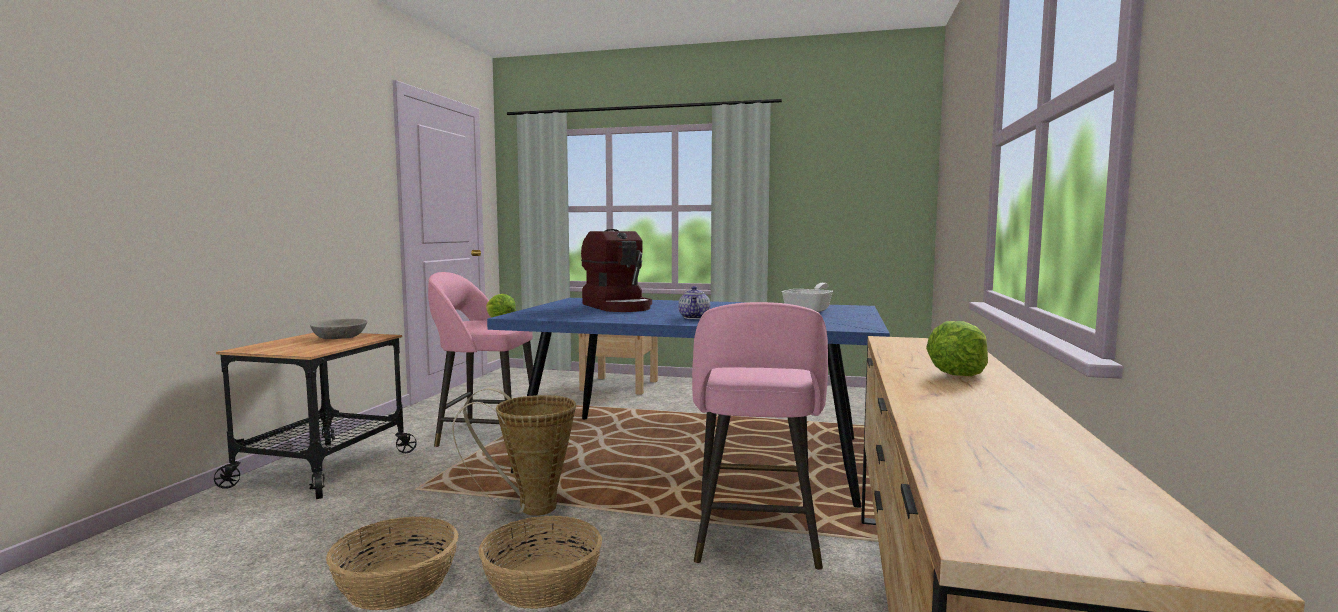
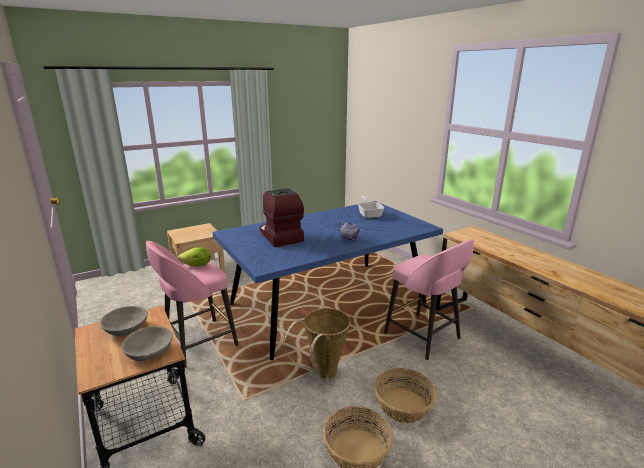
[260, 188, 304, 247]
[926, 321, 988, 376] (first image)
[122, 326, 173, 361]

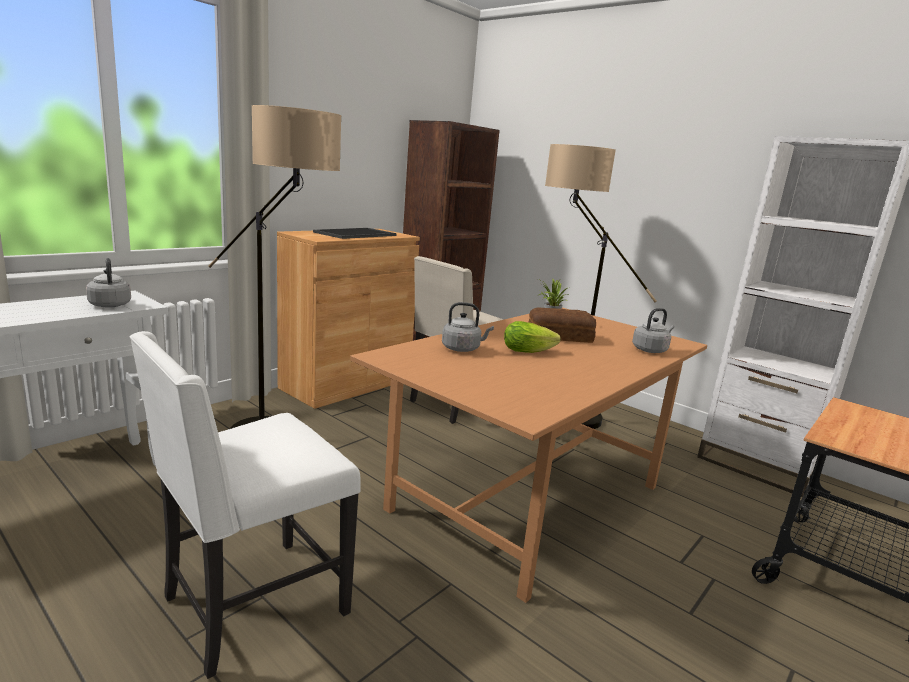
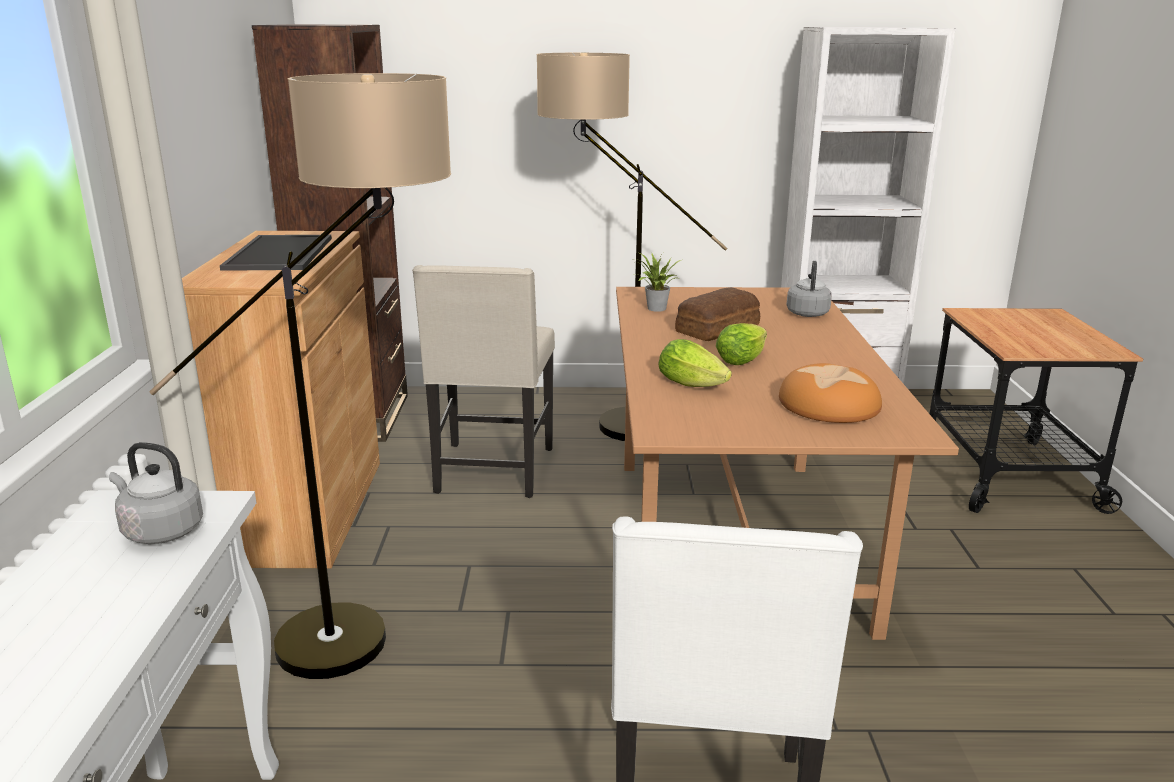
[658, 339, 732, 387]
[779, 363, 882, 423]

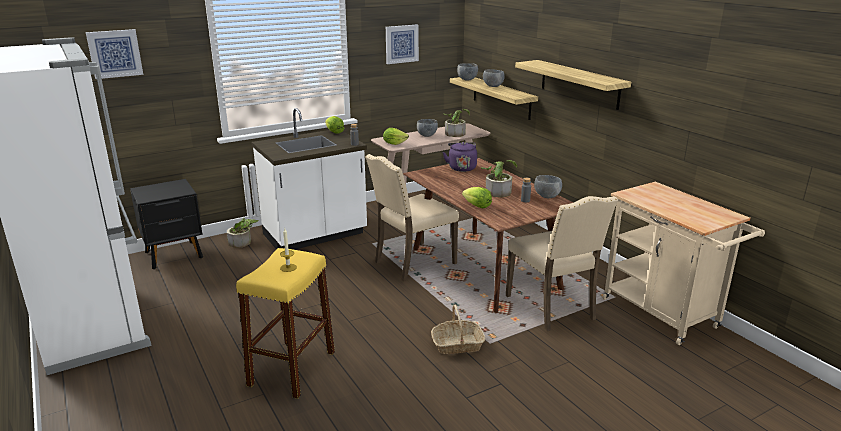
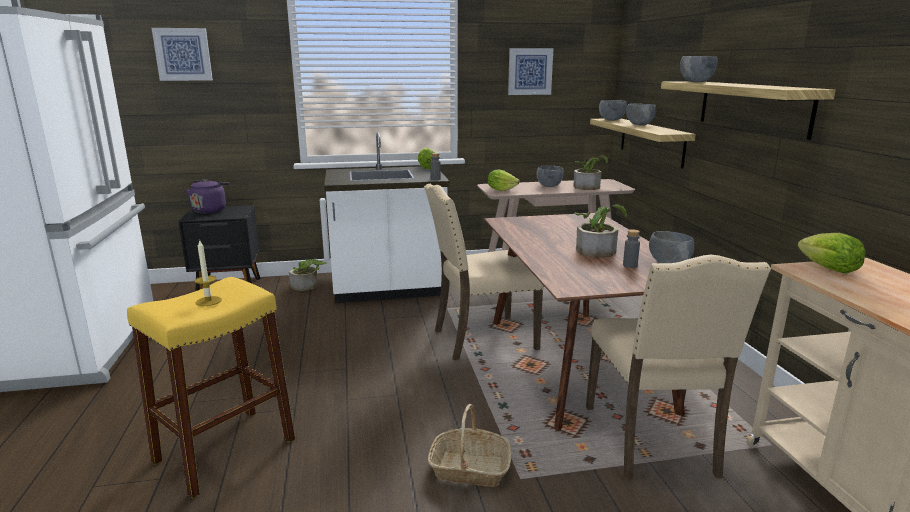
[186, 179, 230, 213]
[798, 233, 866, 273]
[680, 56, 718, 82]

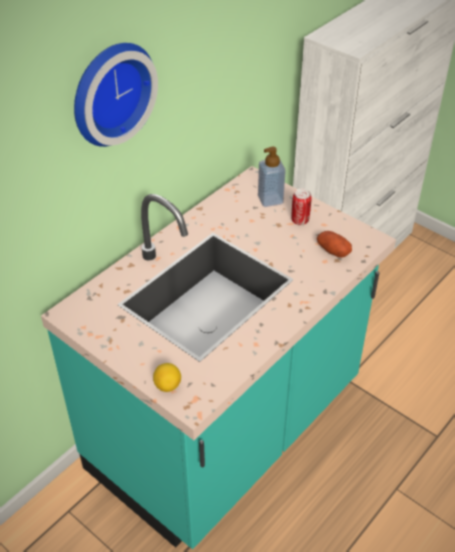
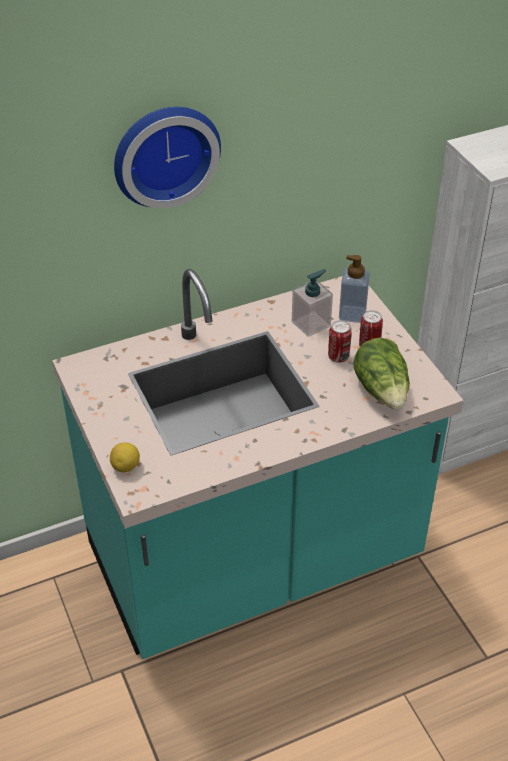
[354, 338, 410, 410]
[292, 269, 333, 337]
[328, 320, 352, 363]

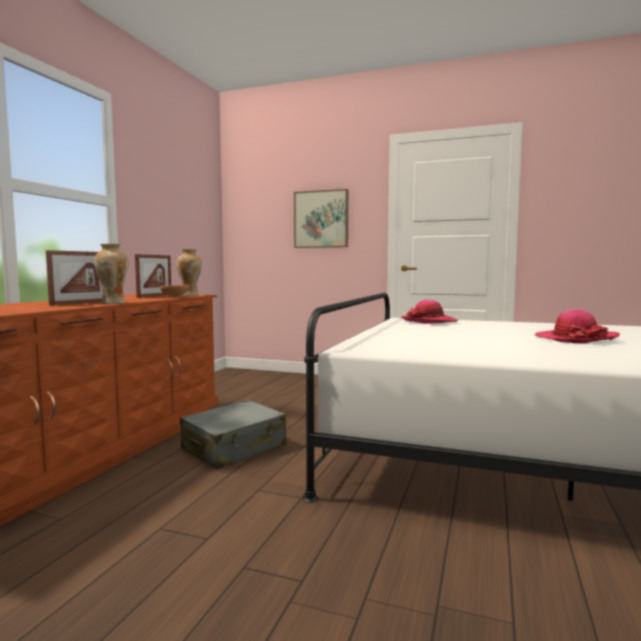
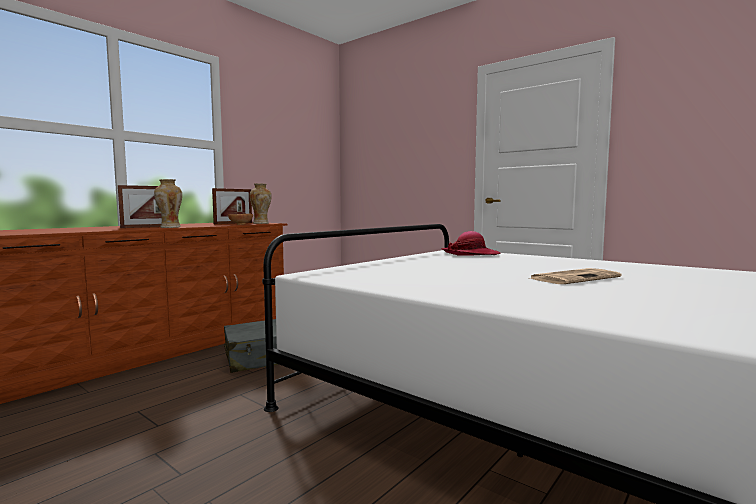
[294, 189, 348, 248] (first image)
[530, 268, 622, 284]

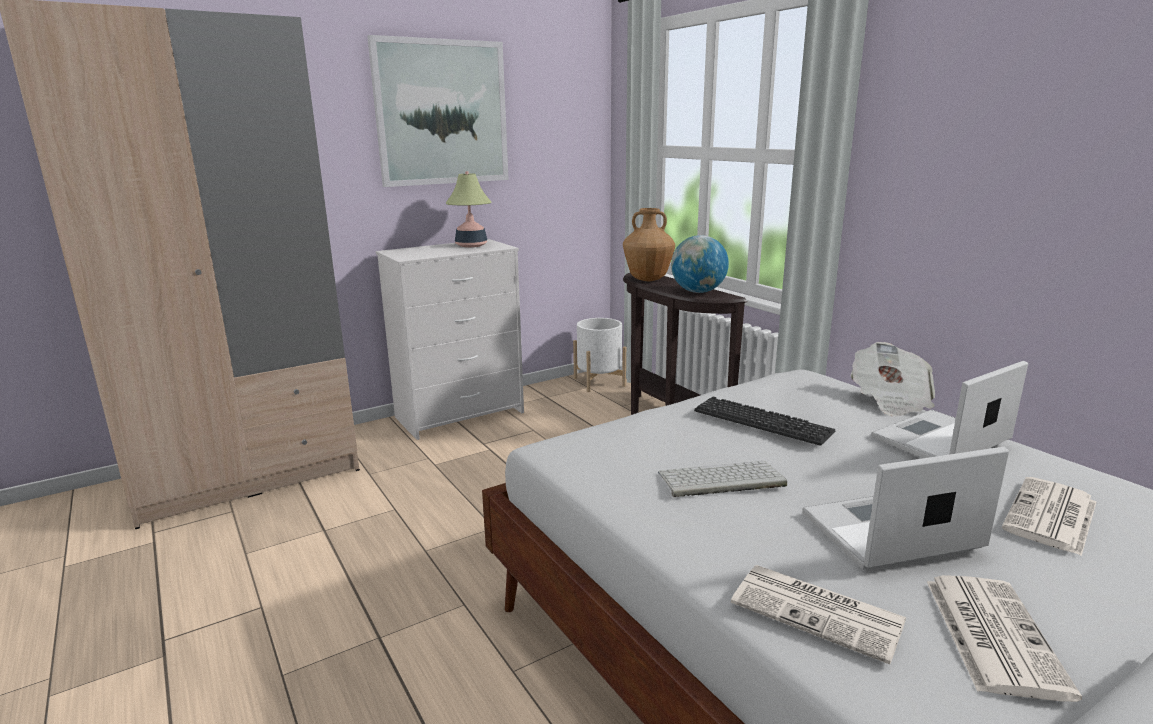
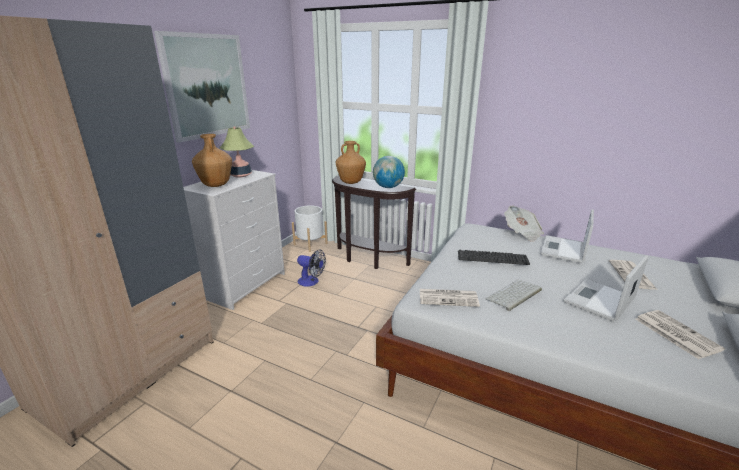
[420, 289, 480, 307]
[192, 134, 232, 187]
[297, 249, 326, 287]

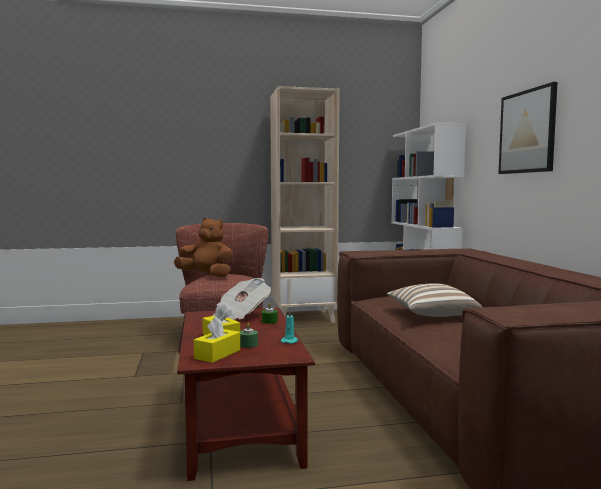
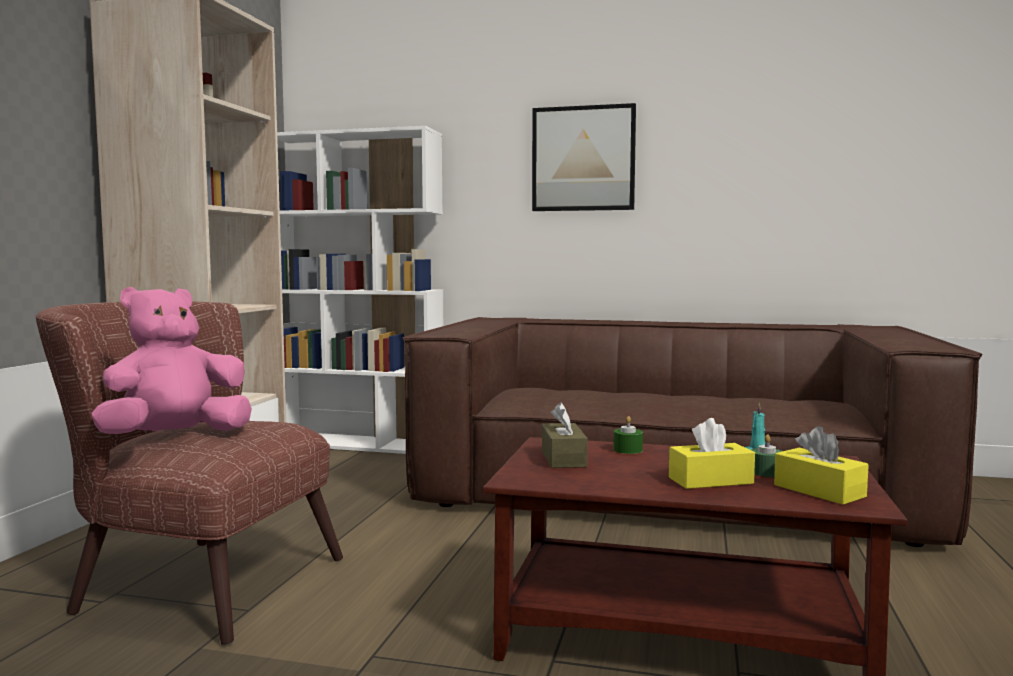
[91, 287, 252, 434]
[542, 402, 588, 468]
[387, 283, 483, 317] (first image)

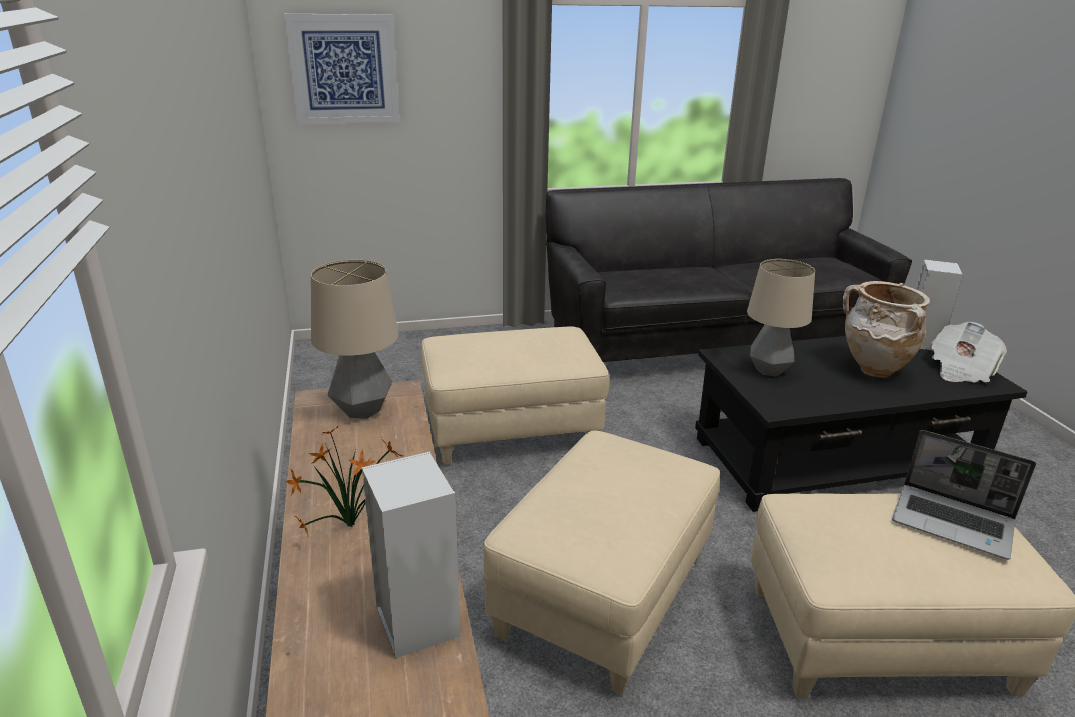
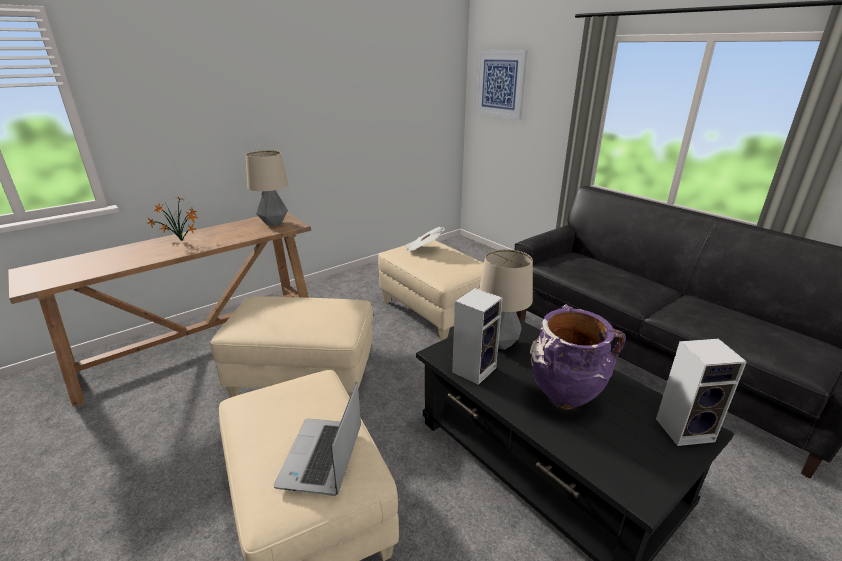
[452, 288, 503, 385]
[530, 304, 626, 409]
[405, 227, 445, 252]

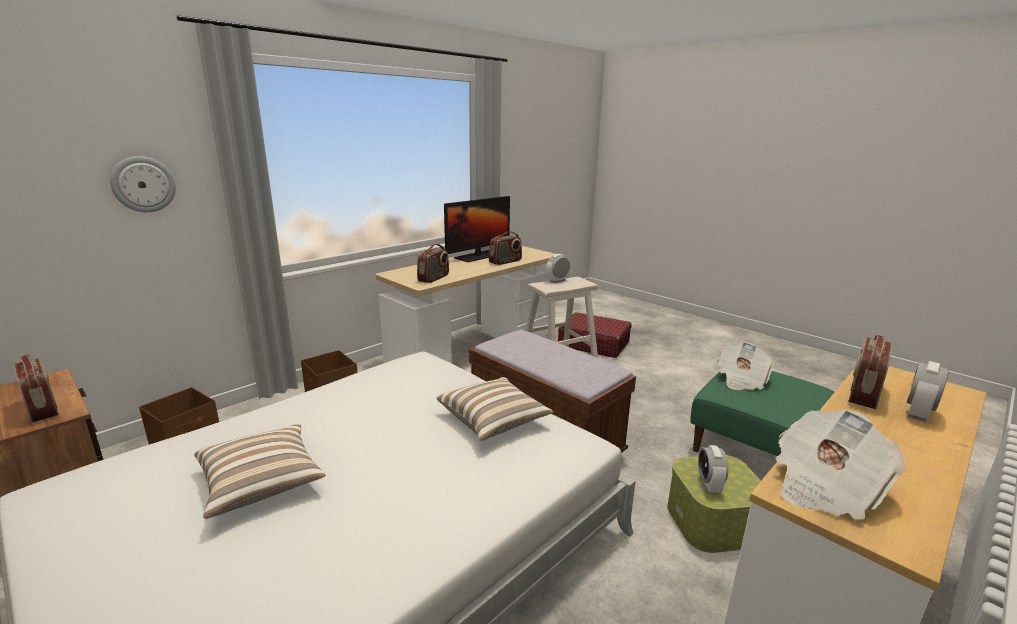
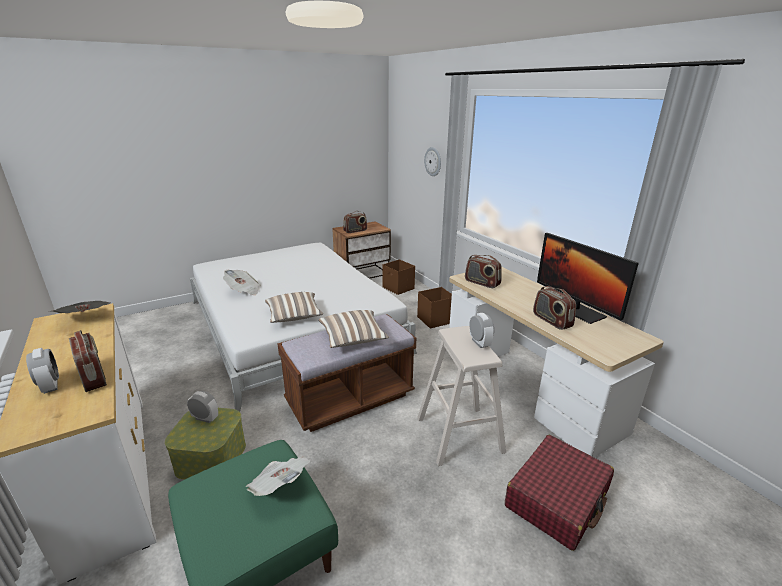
[319, 310, 389, 348]
[223, 270, 261, 295]

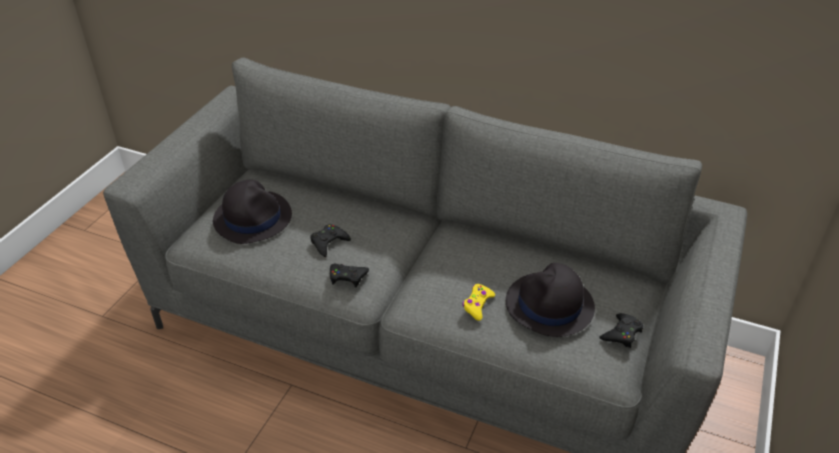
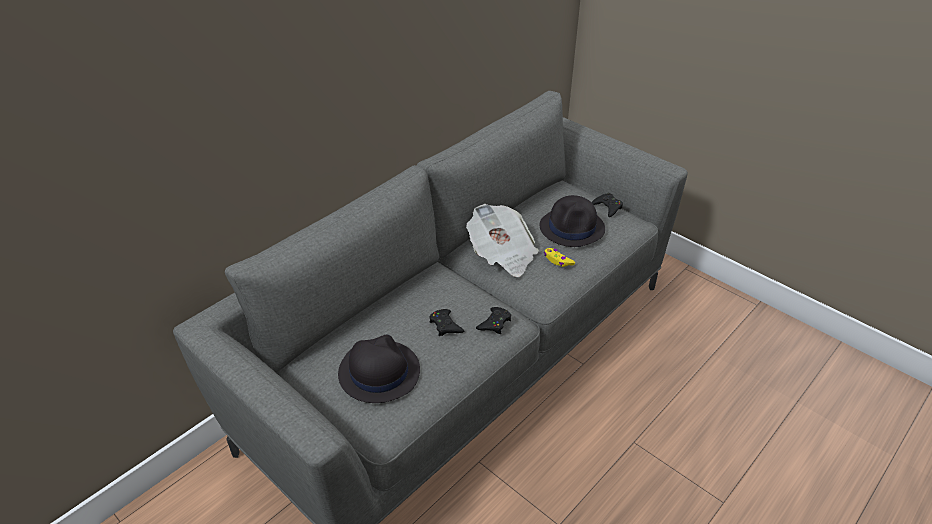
[466, 204, 539, 277]

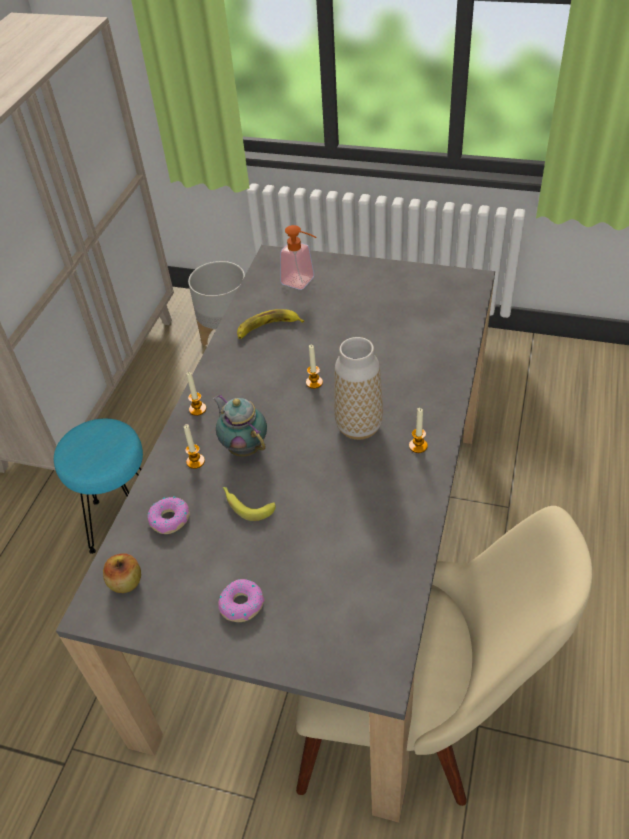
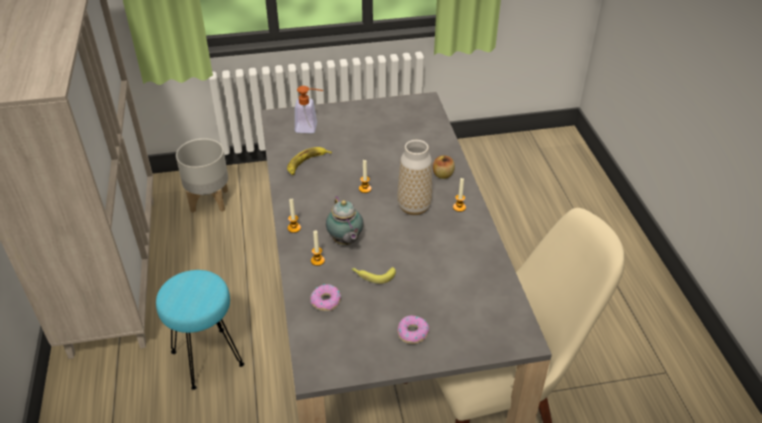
[433, 155, 455, 179]
[326, 196, 363, 245]

